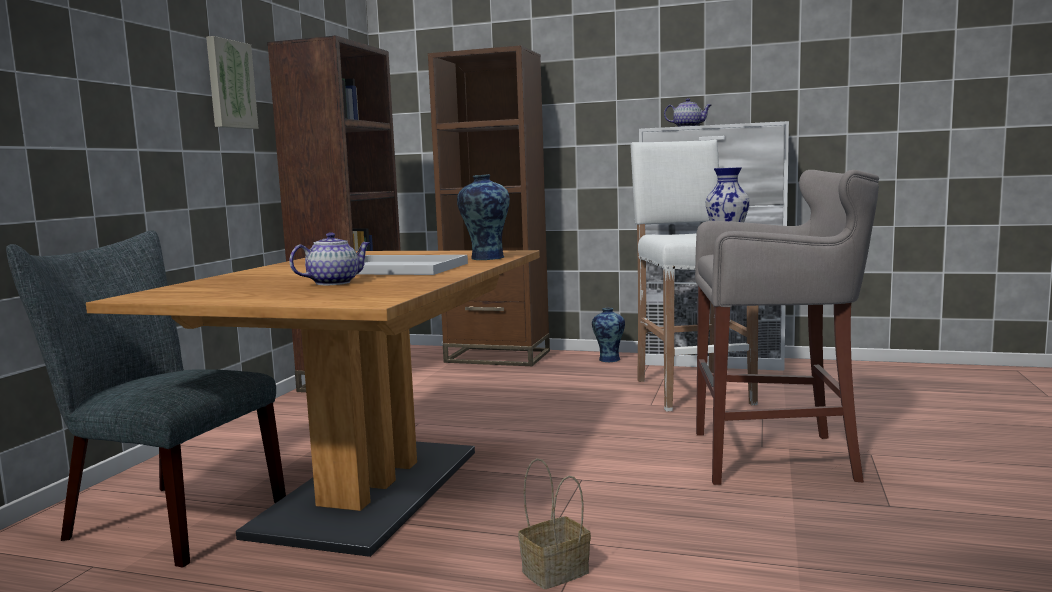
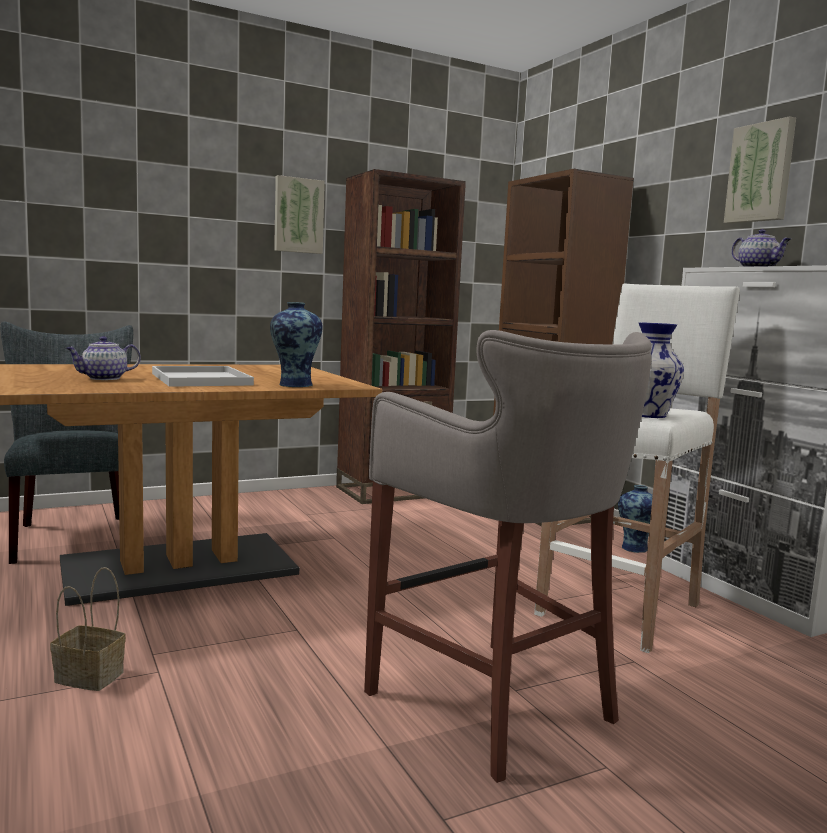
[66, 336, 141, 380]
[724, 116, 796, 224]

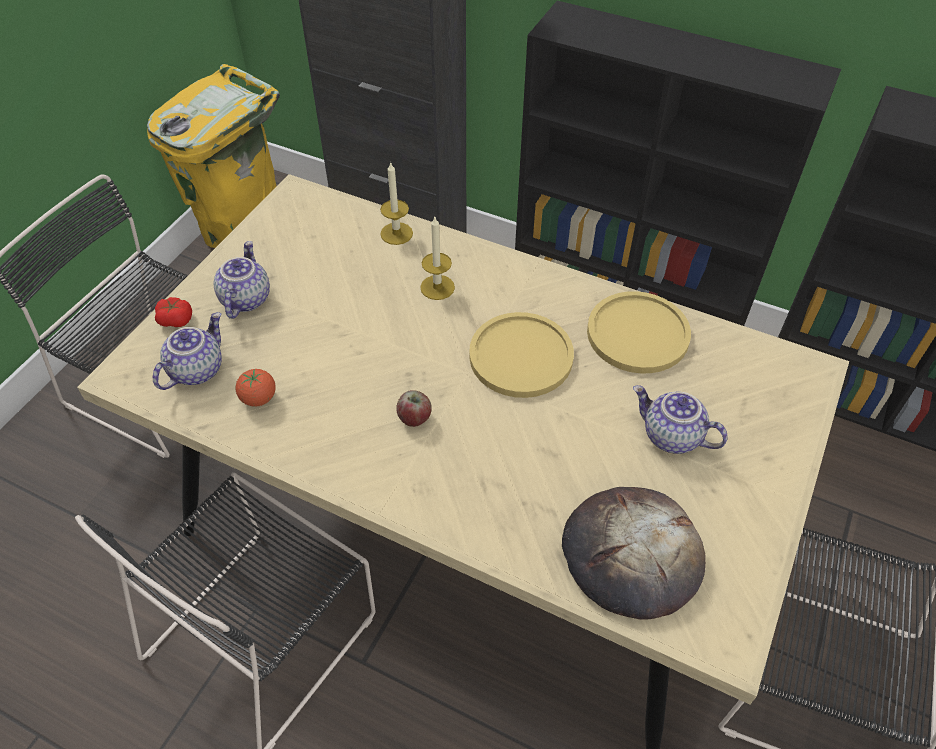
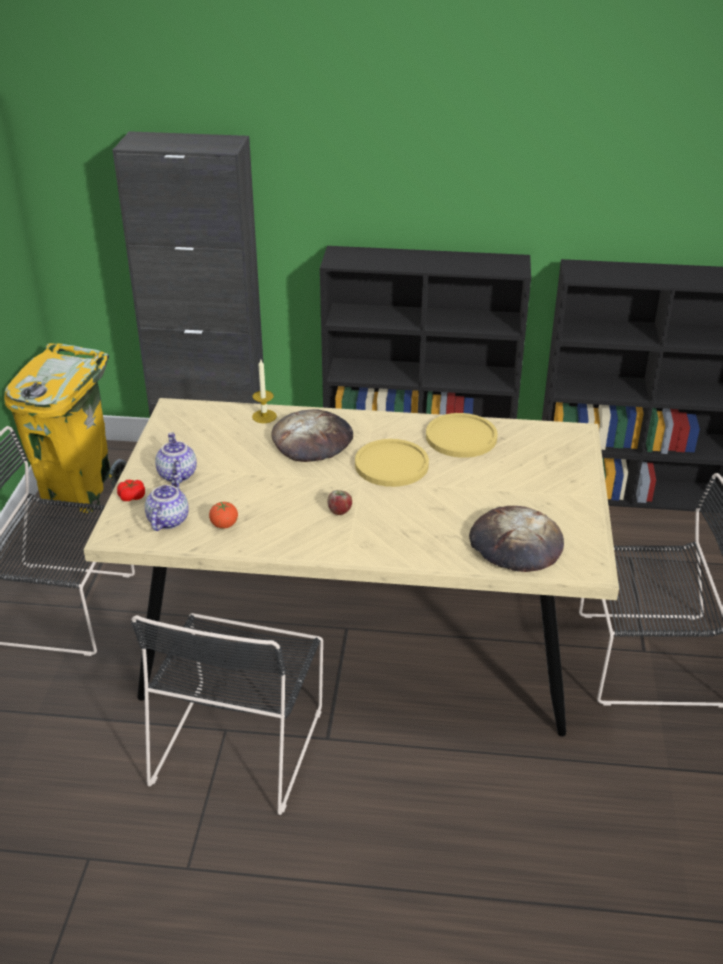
[271, 409, 353, 462]
[633, 385, 727, 454] (first image)

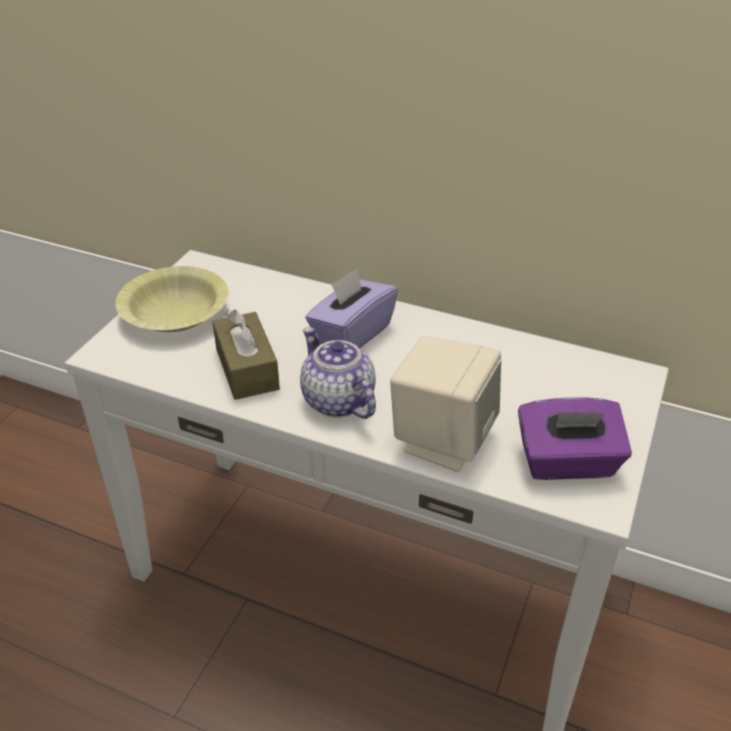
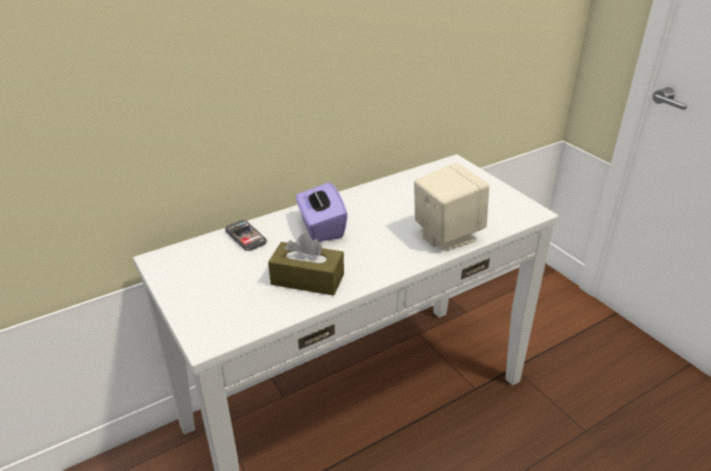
[115, 266, 228, 332] (first image)
[300, 327, 376, 419] (first image)
[518, 397, 632, 480] (first image)
[225, 220, 267, 251]

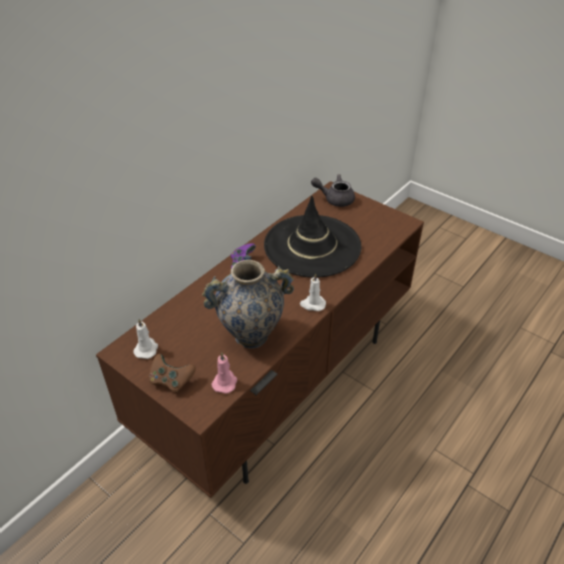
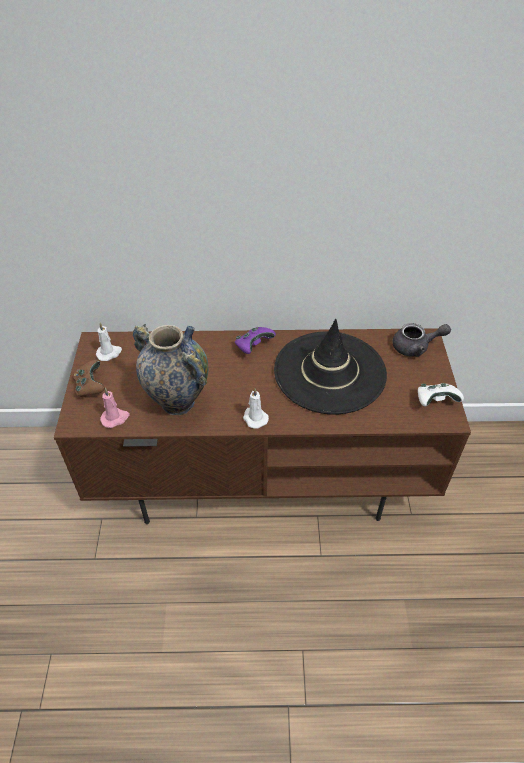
[392, 323, 451, 357]
[418, 383, 464, 406]

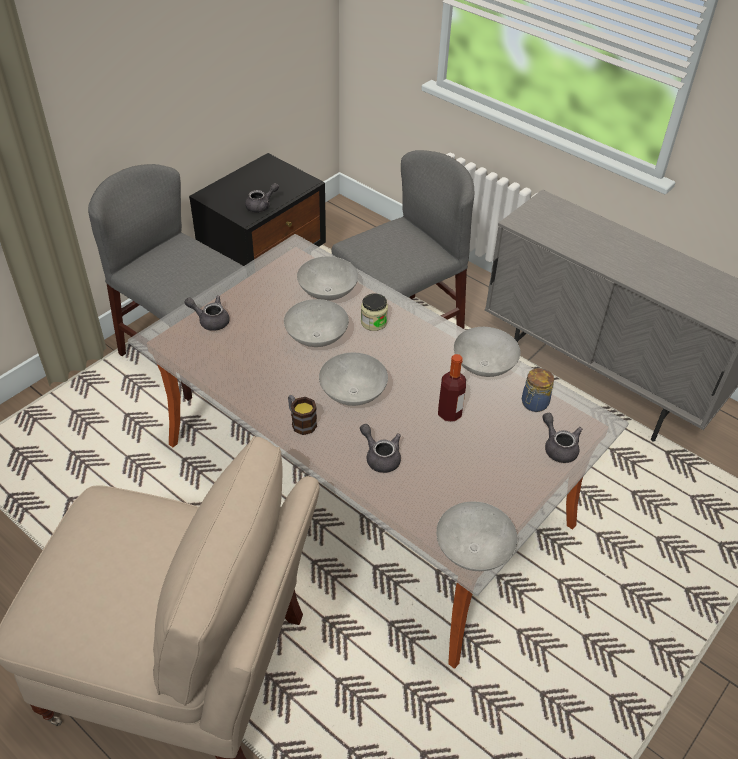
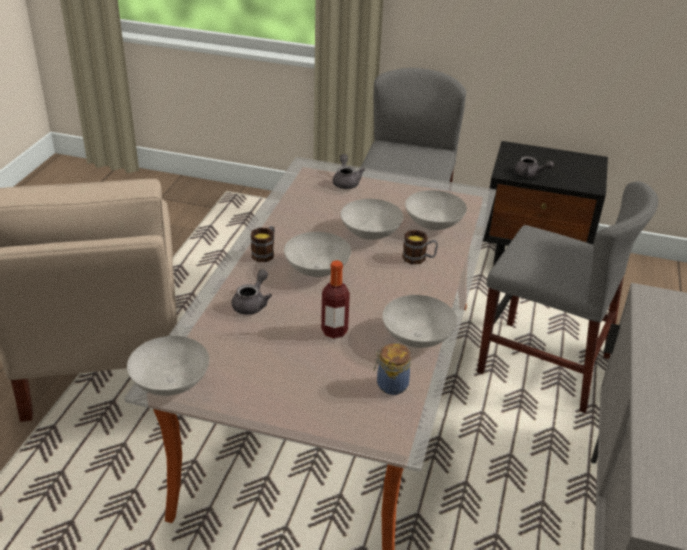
[402, 230, 438, 264]
[543, 413, 582, 463] (first image)

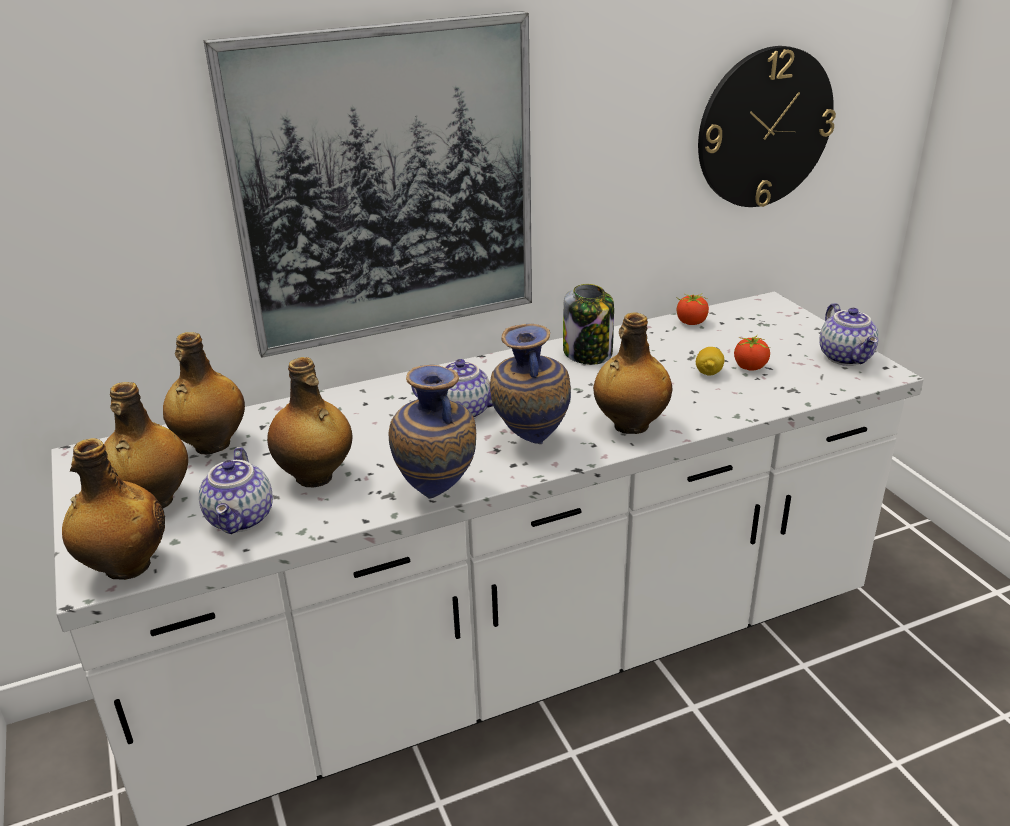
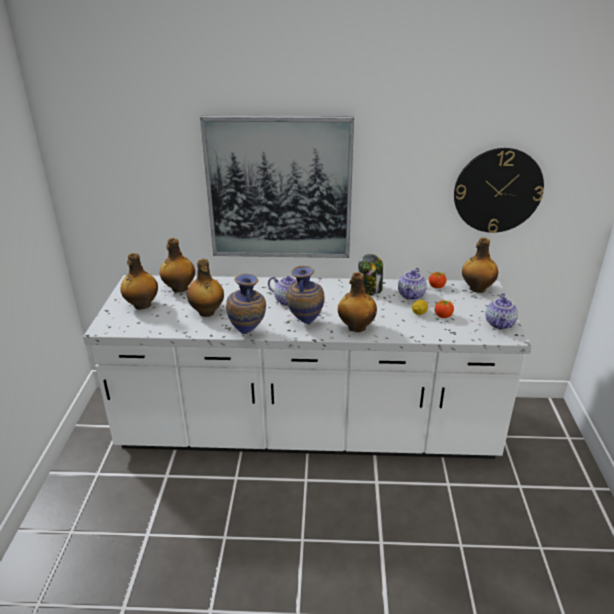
[462, 238, 498, 293]
[398, 268, 427, 300]

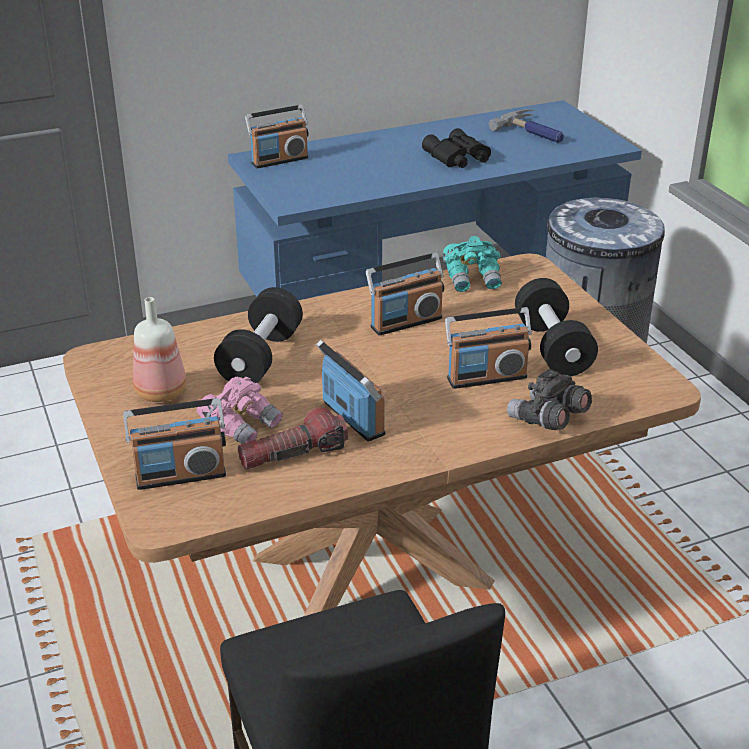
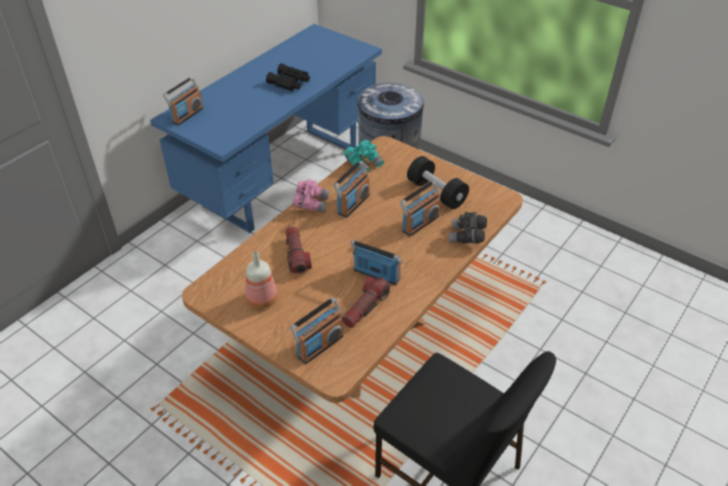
[293, 179, 329, 213]
[285, 226, 312, 274]
[489, 109, 564, 143] (first image)

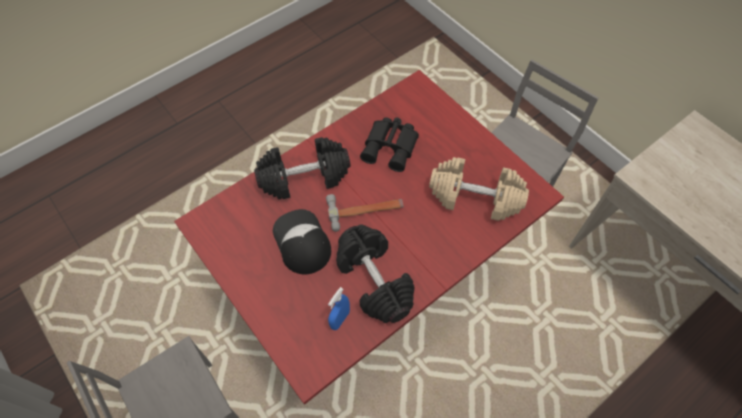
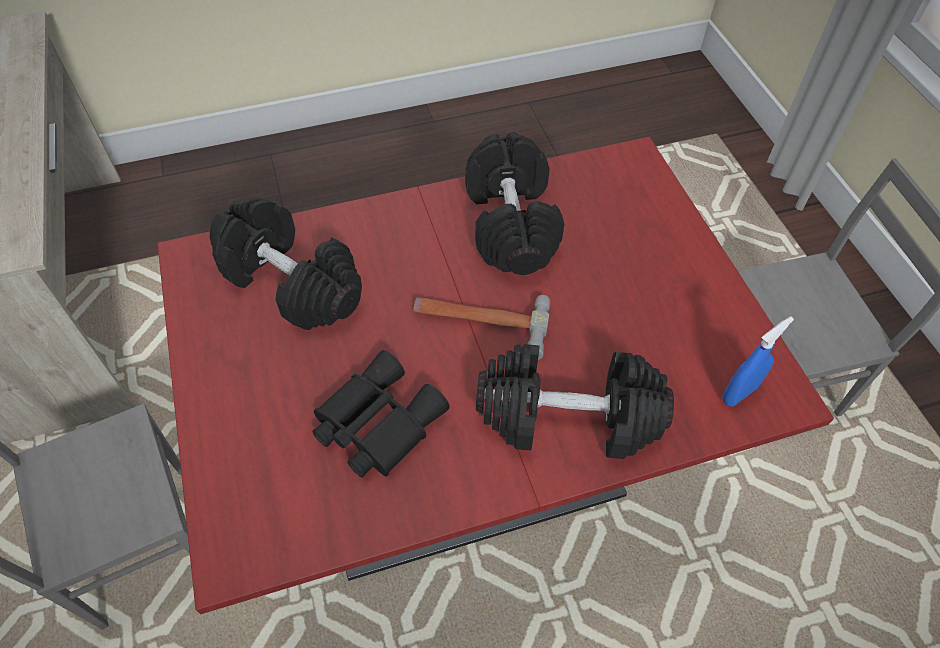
[273, 209, 331, 274] (first image)
[723, 316, 794, 407]
[210, 198, 362, 330]

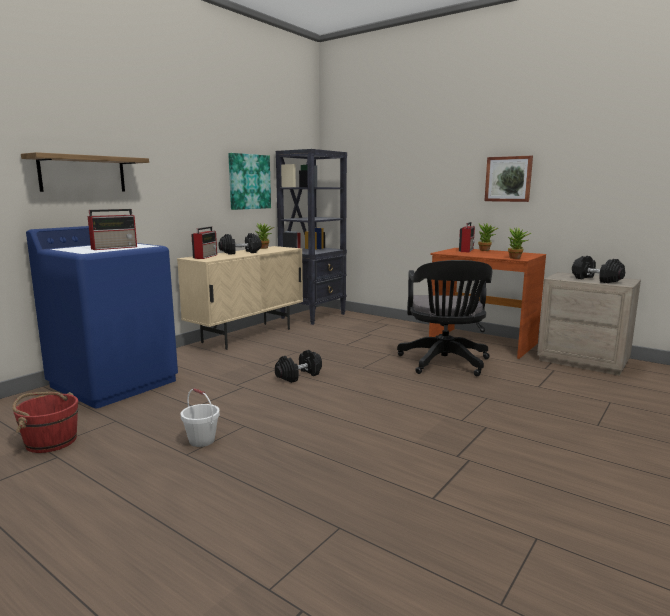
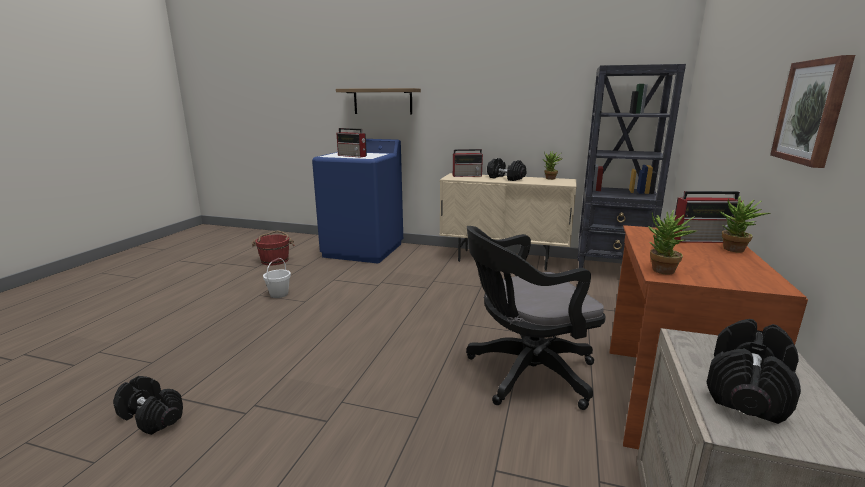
[228, 153, 271, 210] (first image)
[113, 376, 183, 435]

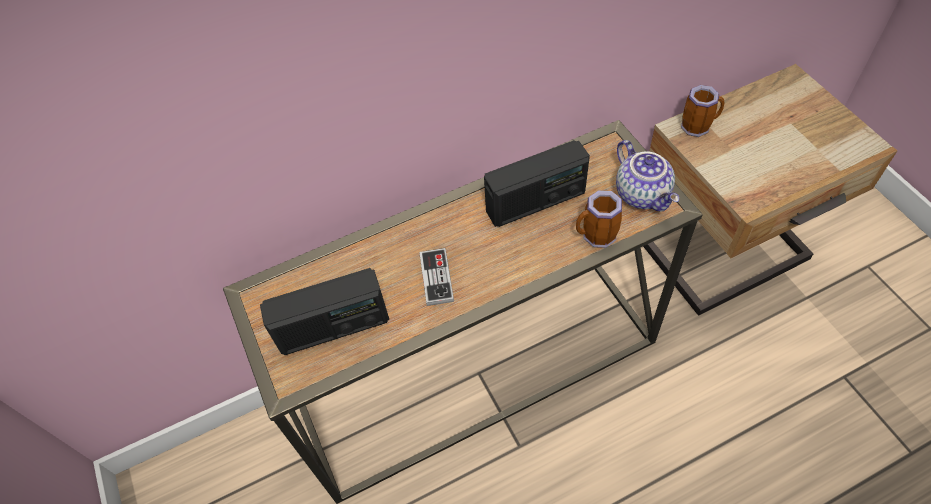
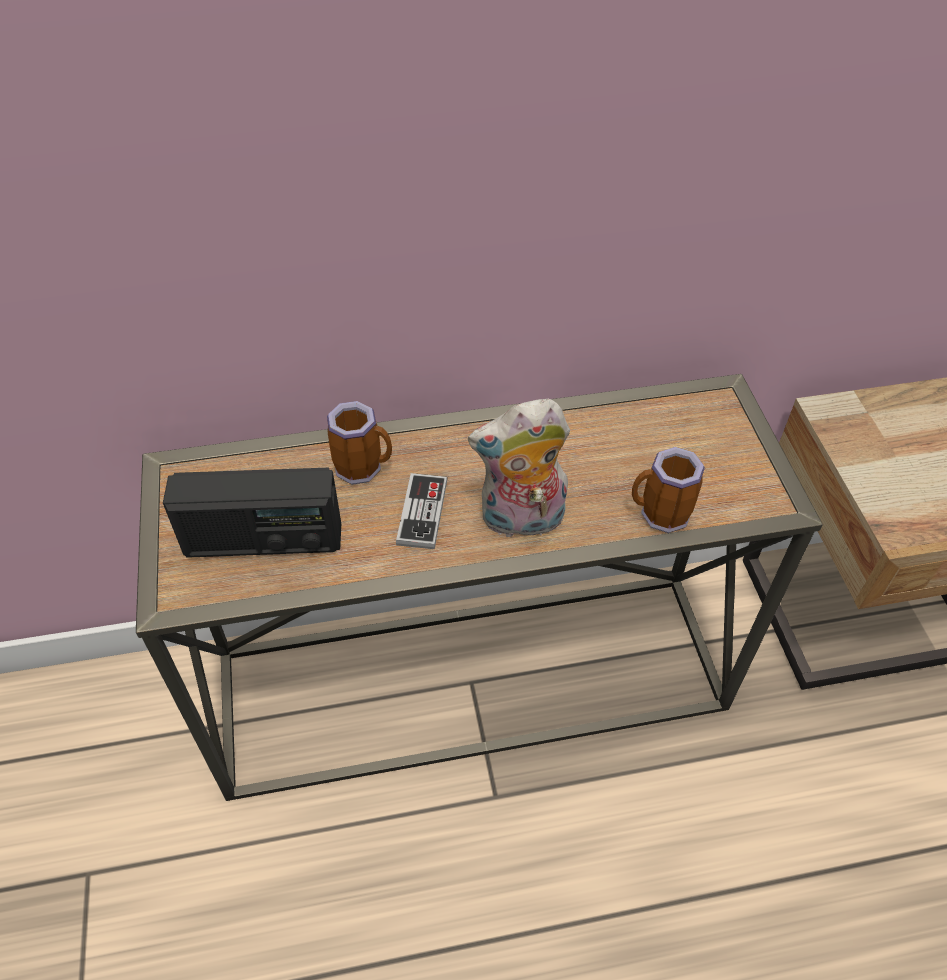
[484, 140, 590, 227] (first image)
[616, 140, 679, 212] (first image)
[327, 401, 392, 485]
[468, 399, 570, 541]

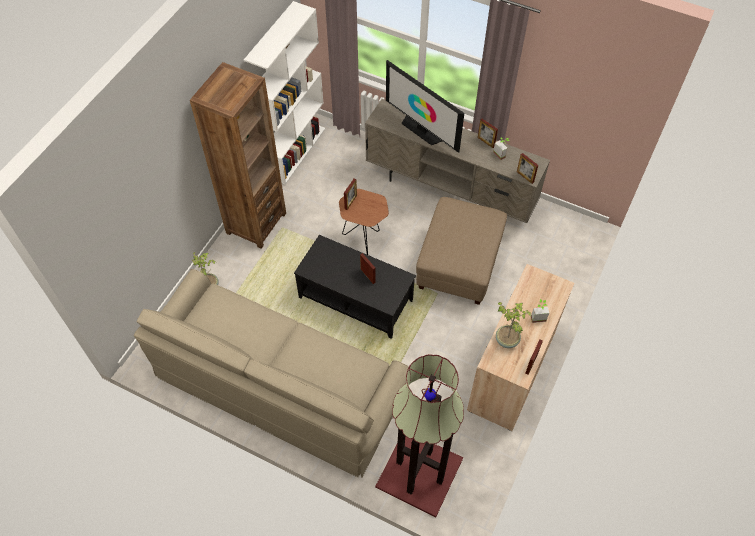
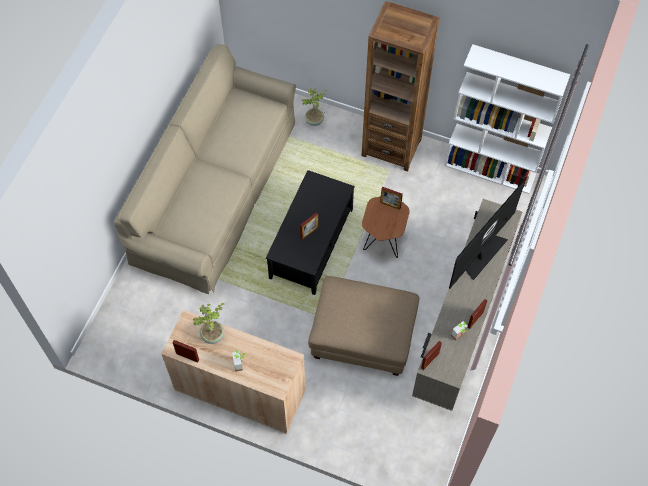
[375, 354, 464, 517] (first image)

